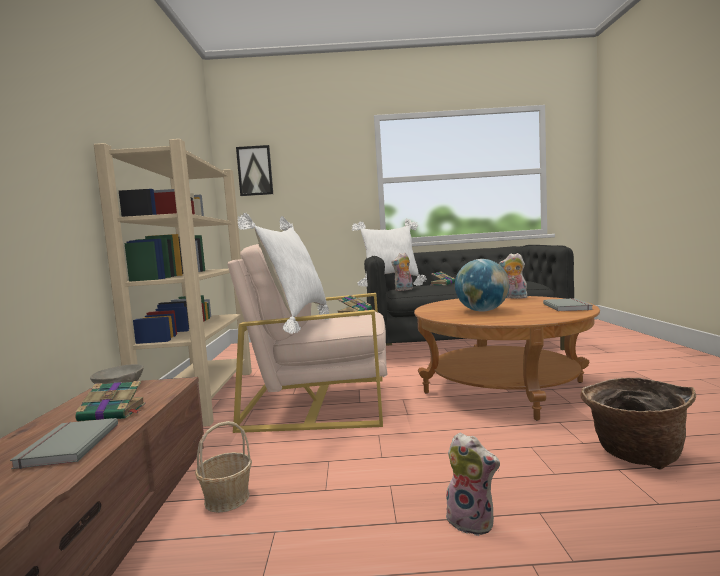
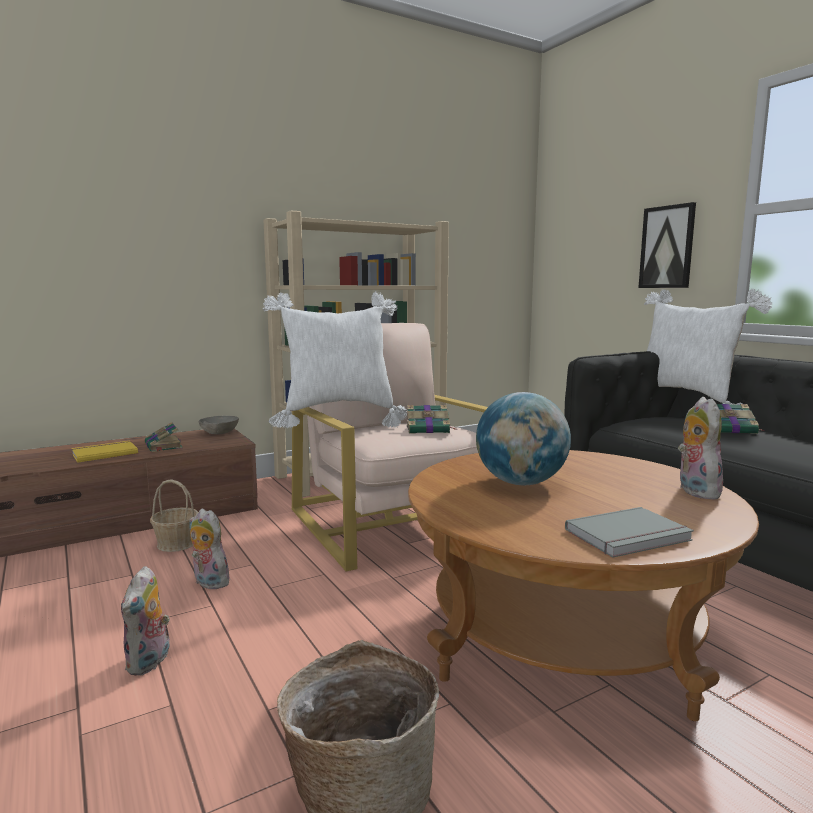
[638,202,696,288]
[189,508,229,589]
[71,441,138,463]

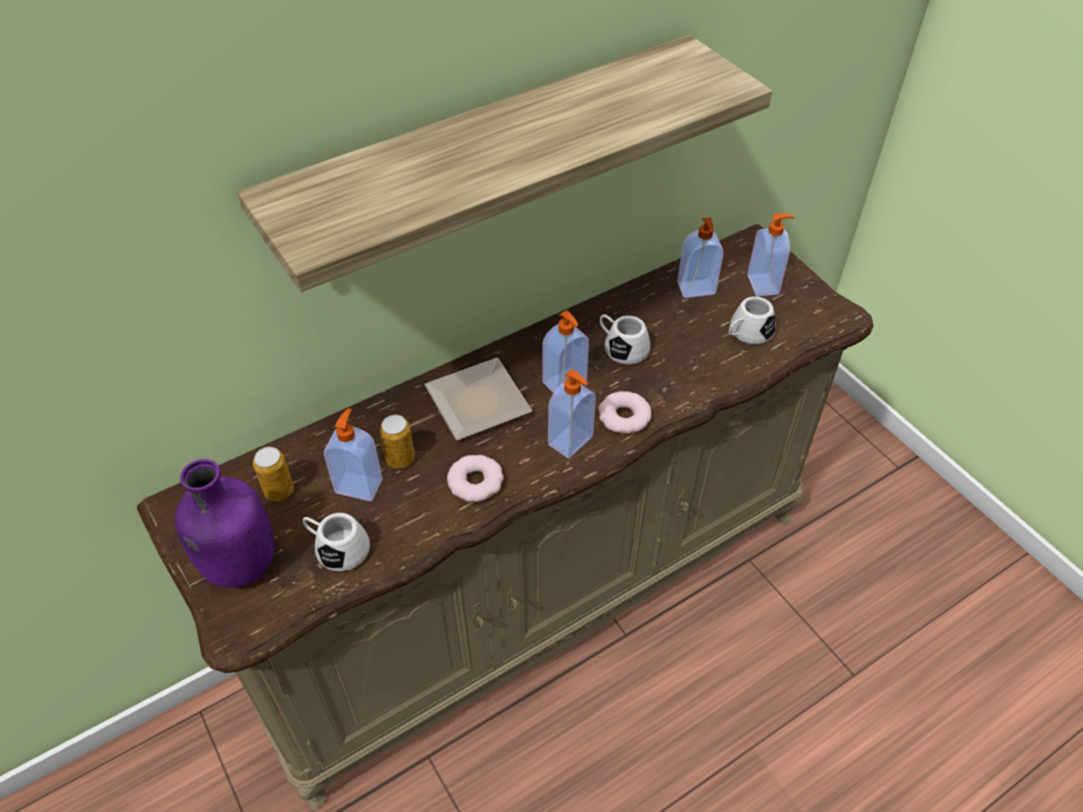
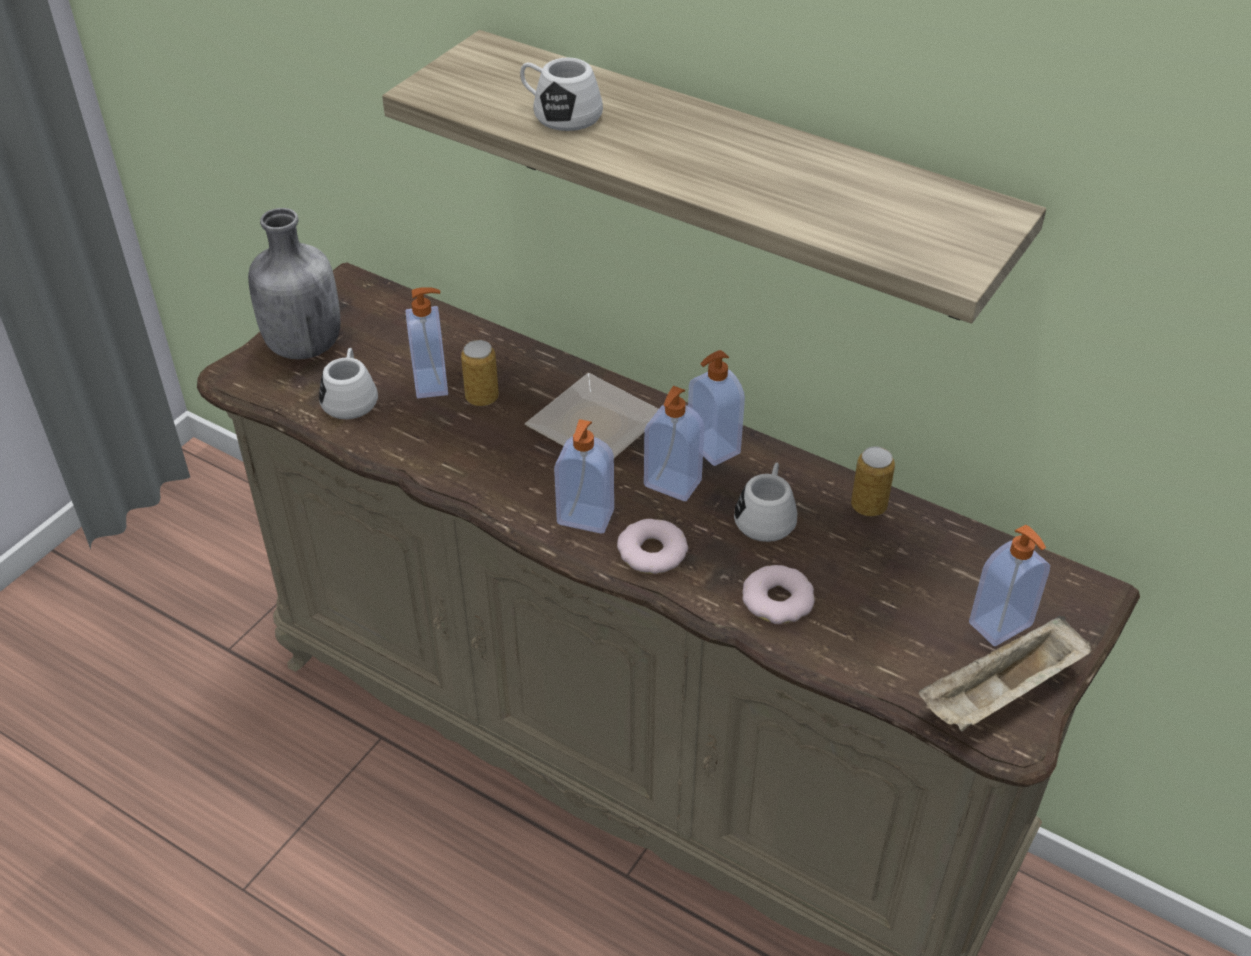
[688,350,745,466]
[520,58,603,131]
[851,446,895,516]
[742,565,815,624]
[248,208,340,359]
[919,615,1091,731]

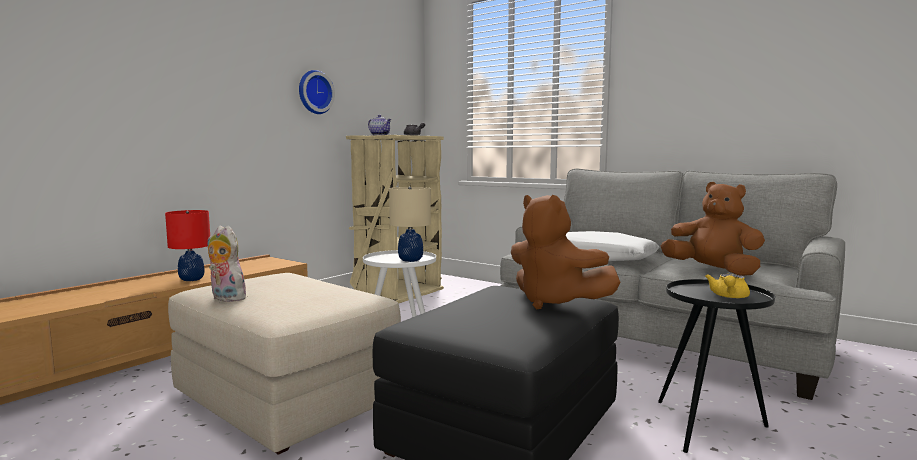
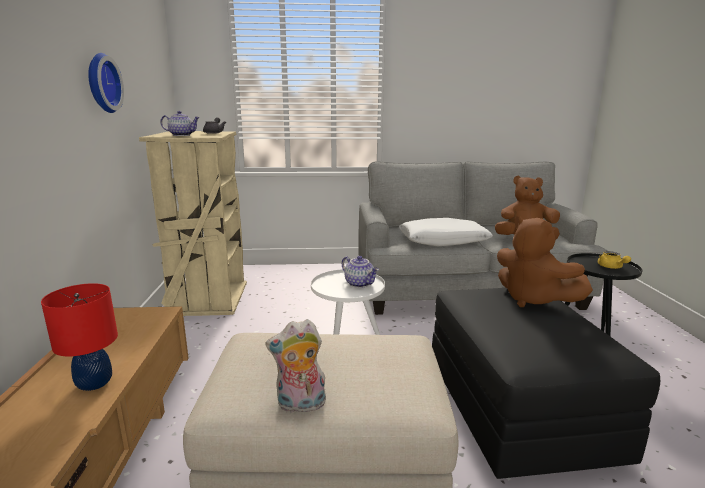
[342,256,379,288]
[497,216,593,307]

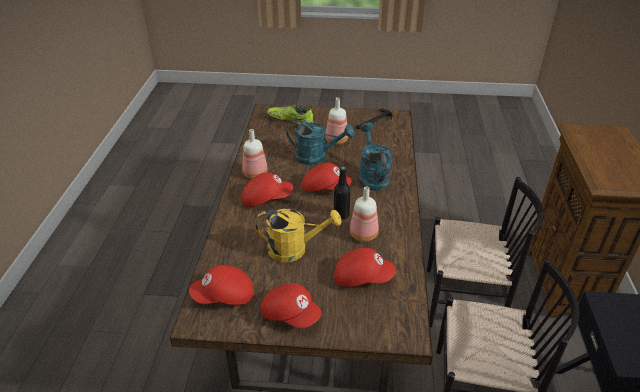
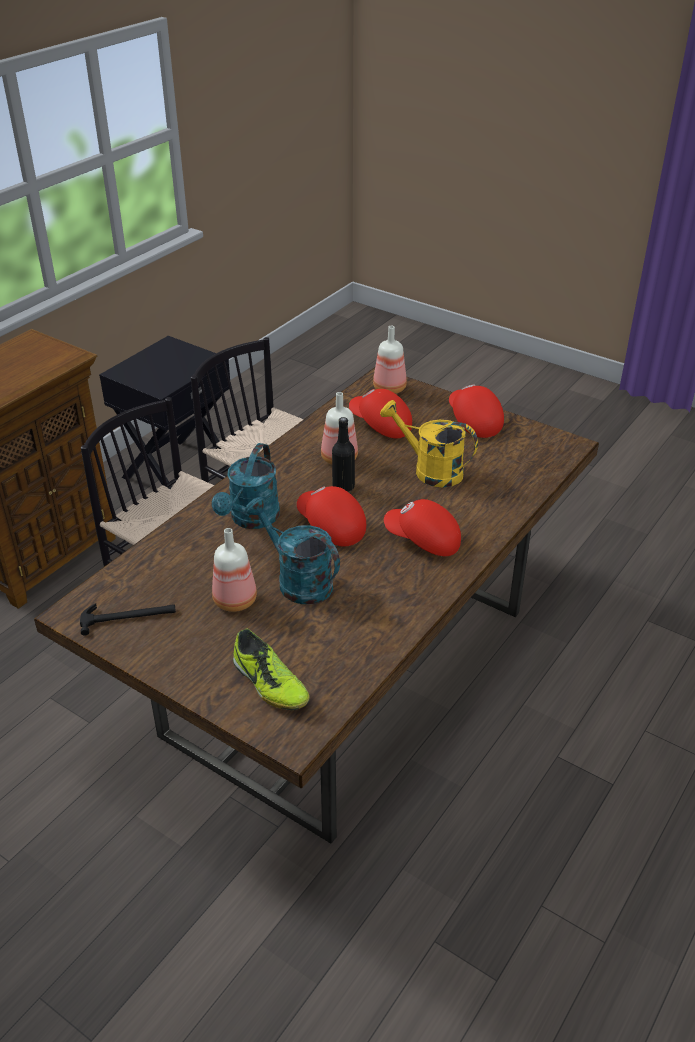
[373,326,407,394]
[189,265,254,305] (first image)

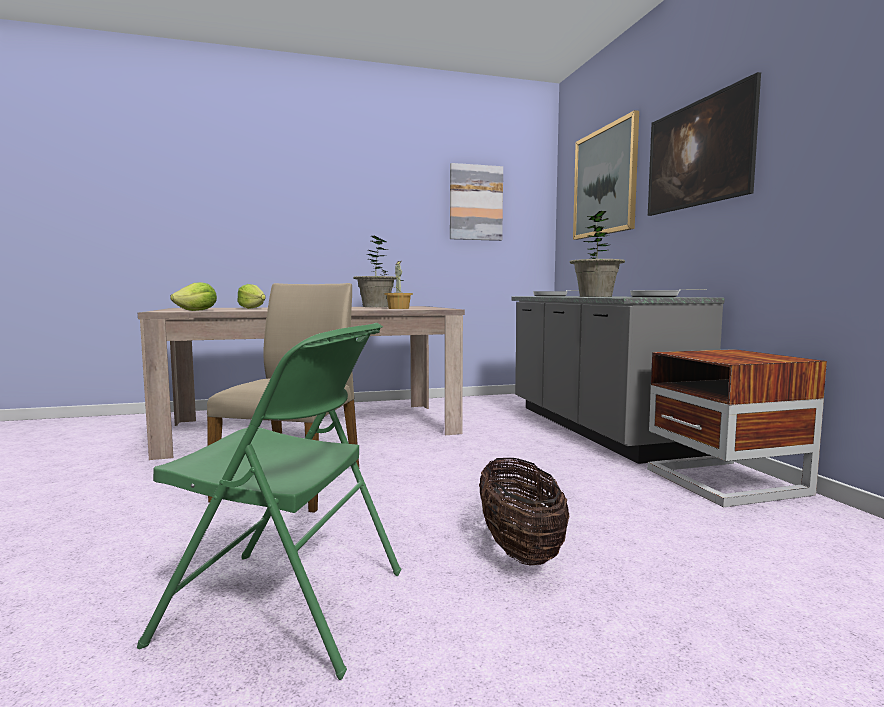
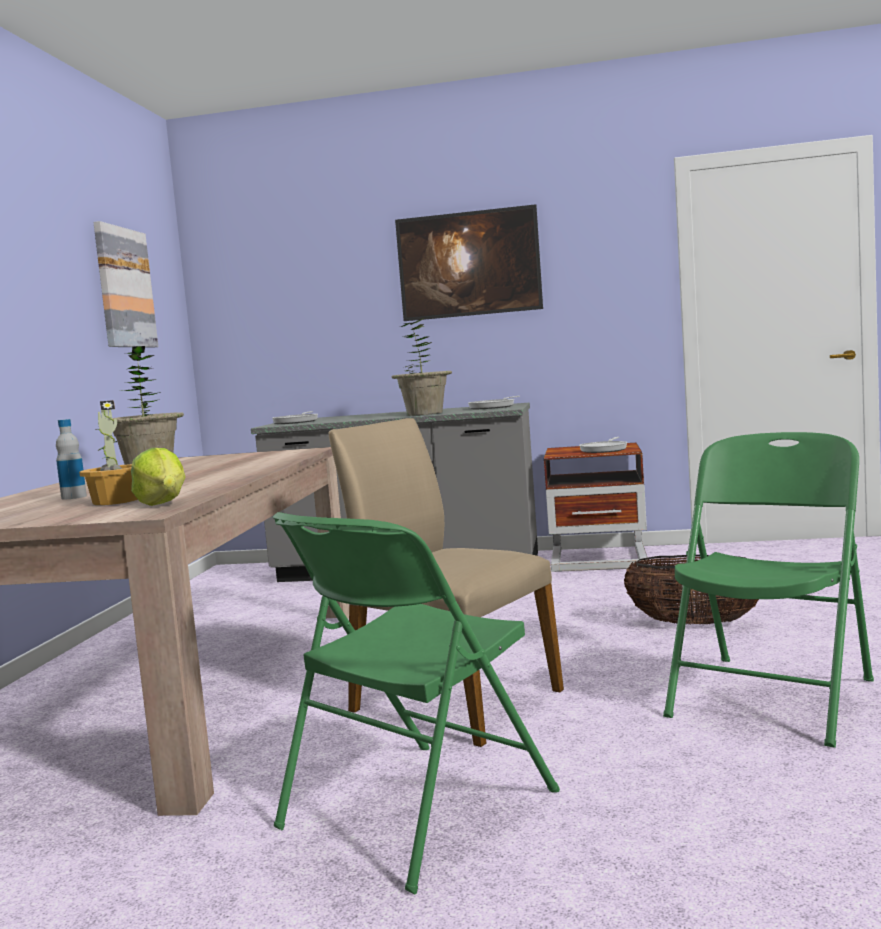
[573,110,639,240] (first image)
[79,400,138,505]
[56,419,87,500]
[579,437,627,453]
[272,512,560,894]

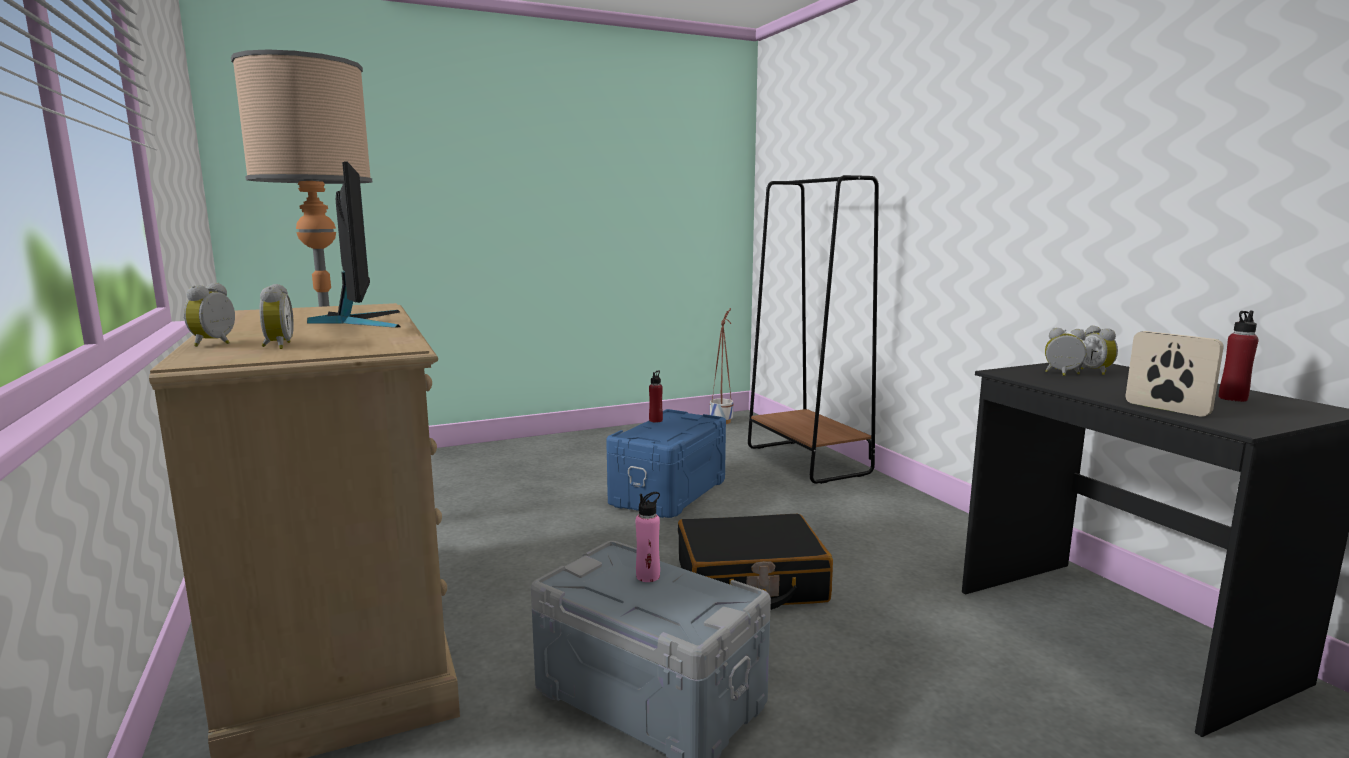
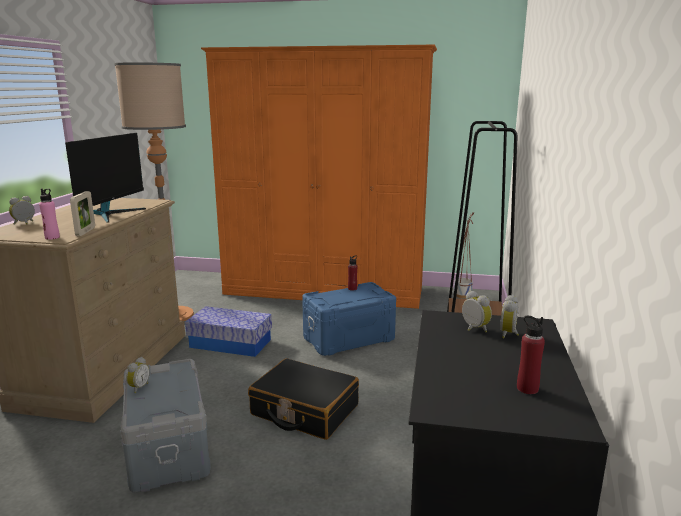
[126,357,150,393]
[70,191,95,236]
[39,188,60,240]
[201,45,437,309]
[185,306,272,357]

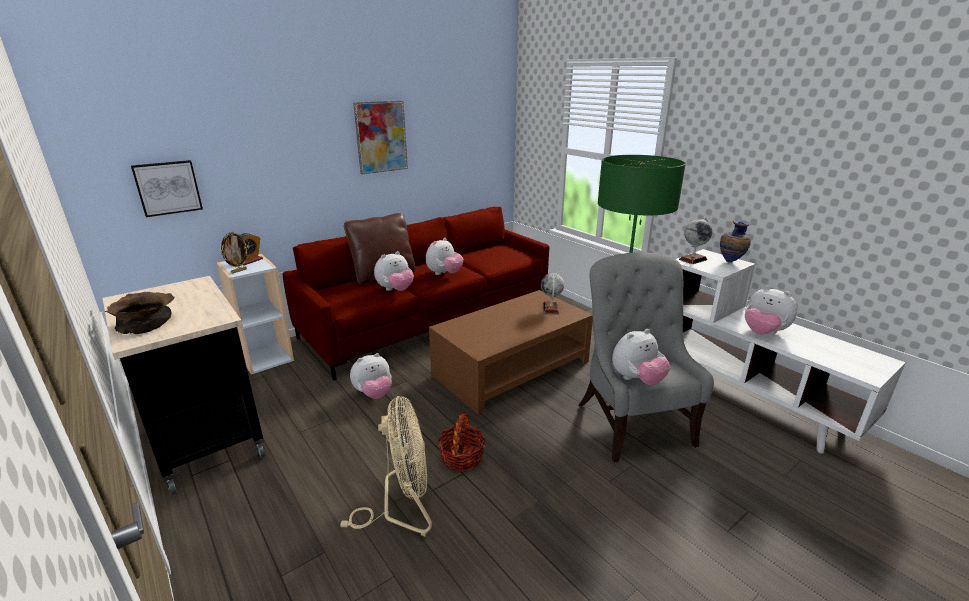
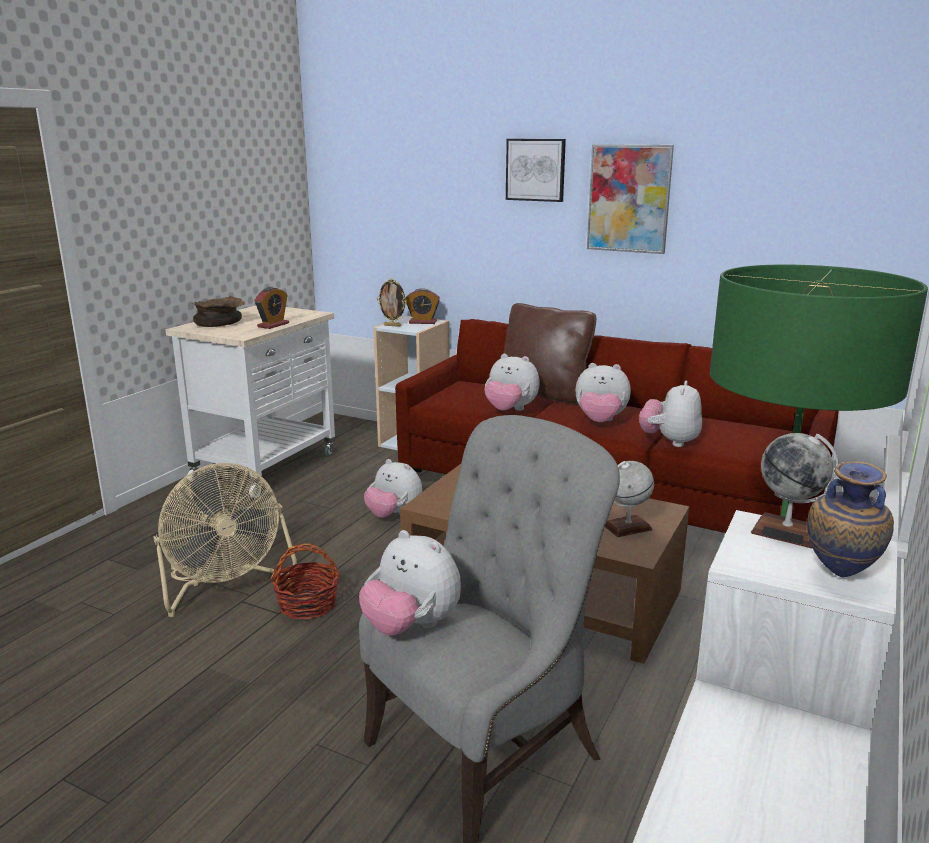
[506,139,566,202]
[166,306,335,498]
[639,380,702,447]
[254,287,289,329]

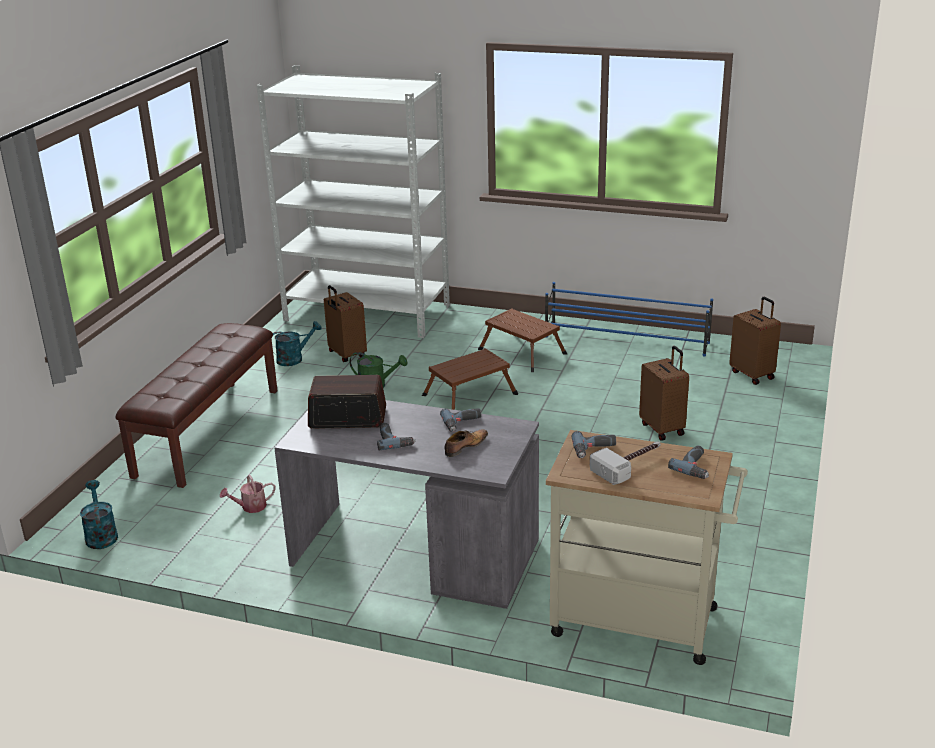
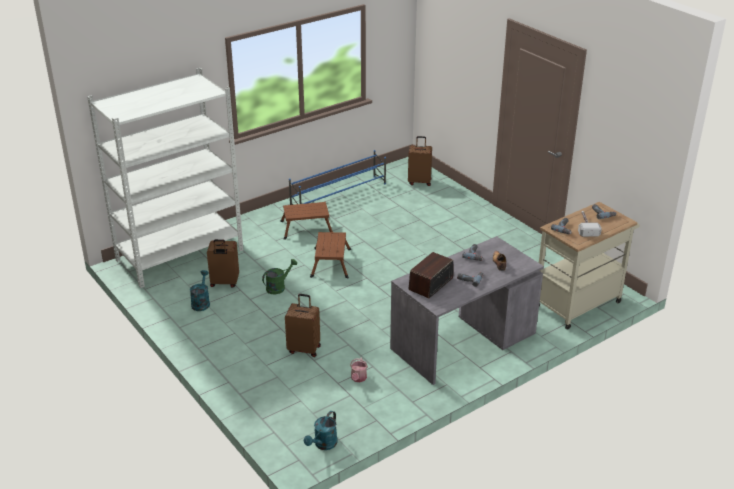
[115,323,277,488] (first image)
[285,294,321,357]
[304,411,338,450]

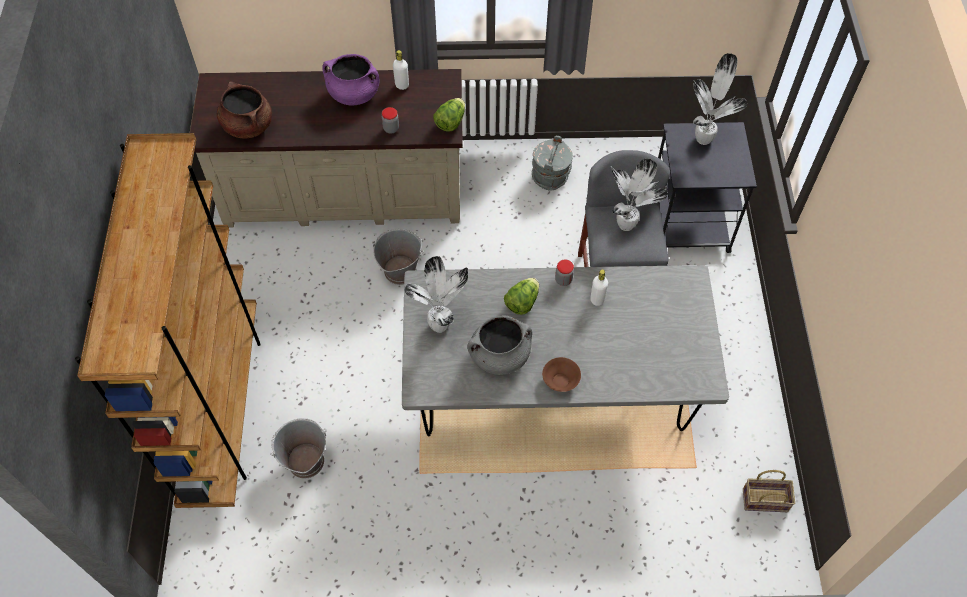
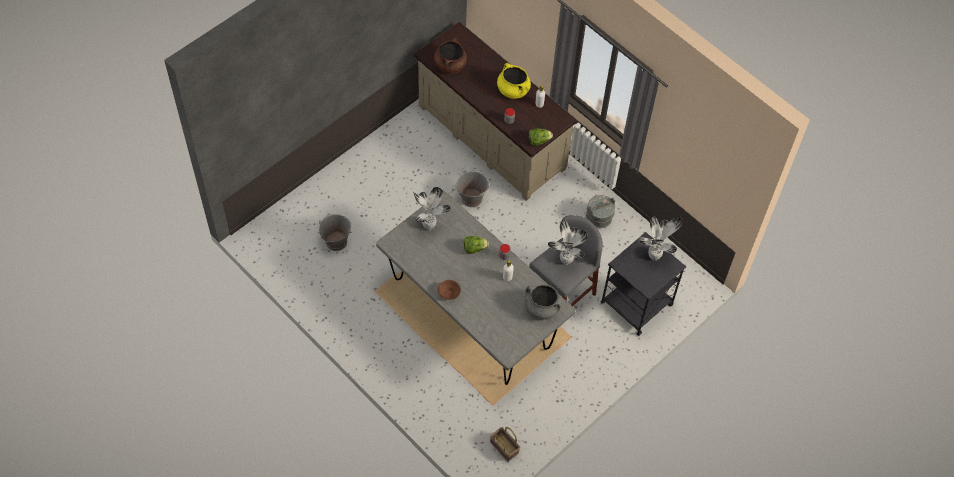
[497,63,531,99]
[75,133,261,508] (first image)
[524,284,562,320]

